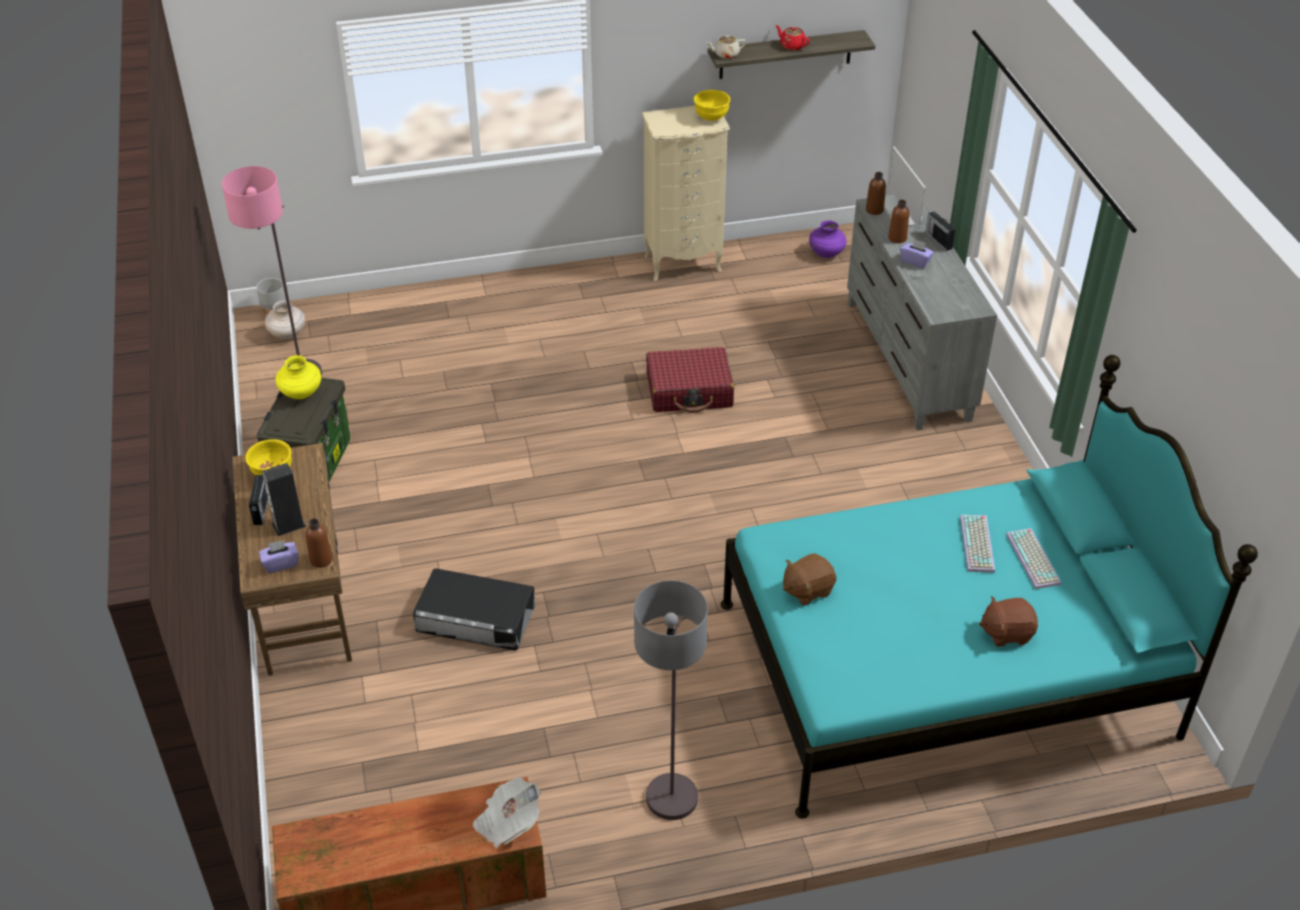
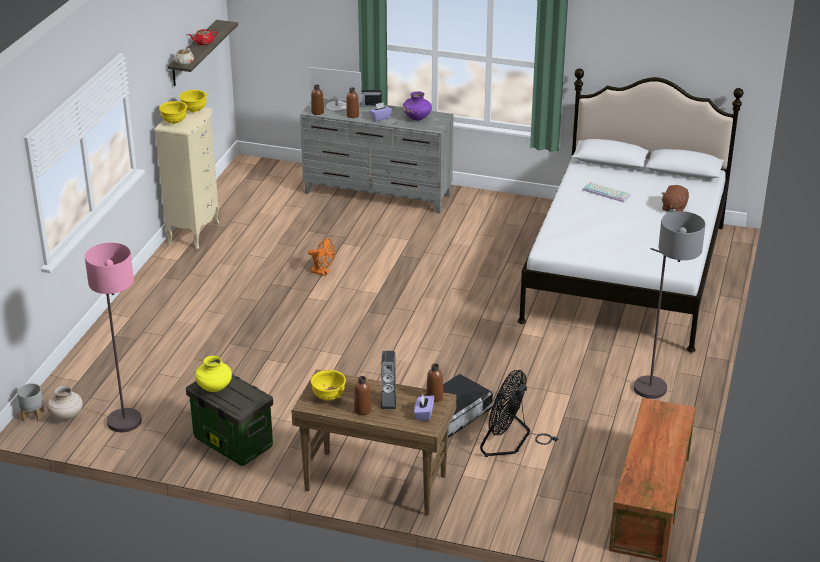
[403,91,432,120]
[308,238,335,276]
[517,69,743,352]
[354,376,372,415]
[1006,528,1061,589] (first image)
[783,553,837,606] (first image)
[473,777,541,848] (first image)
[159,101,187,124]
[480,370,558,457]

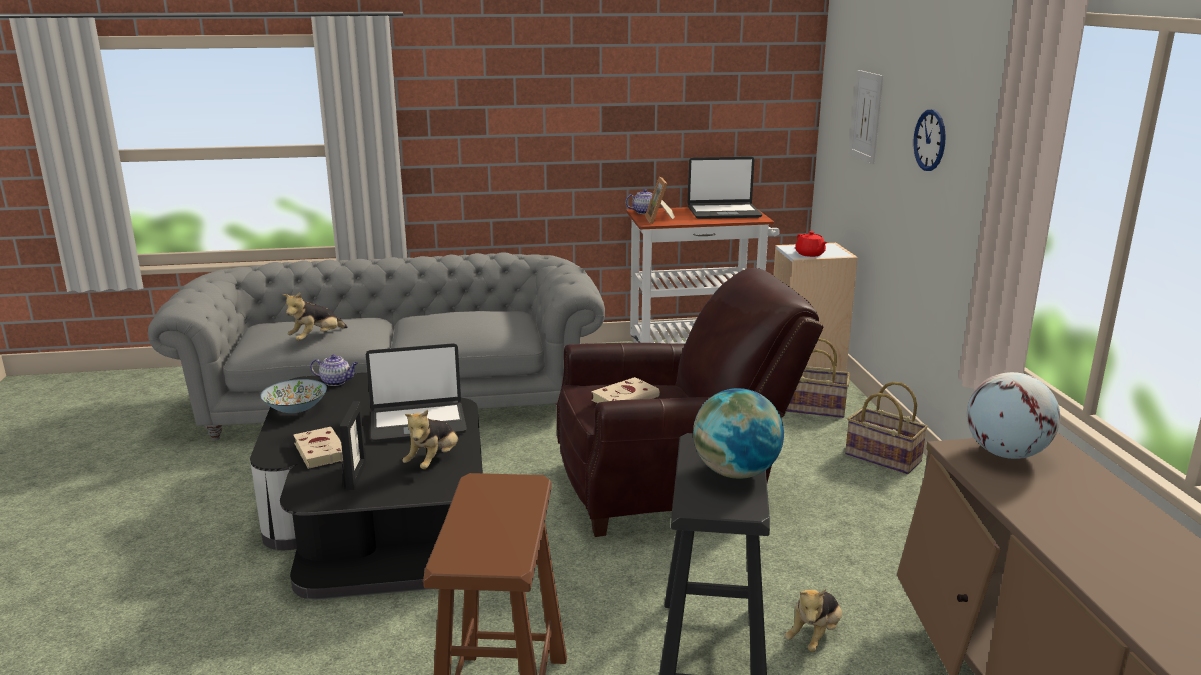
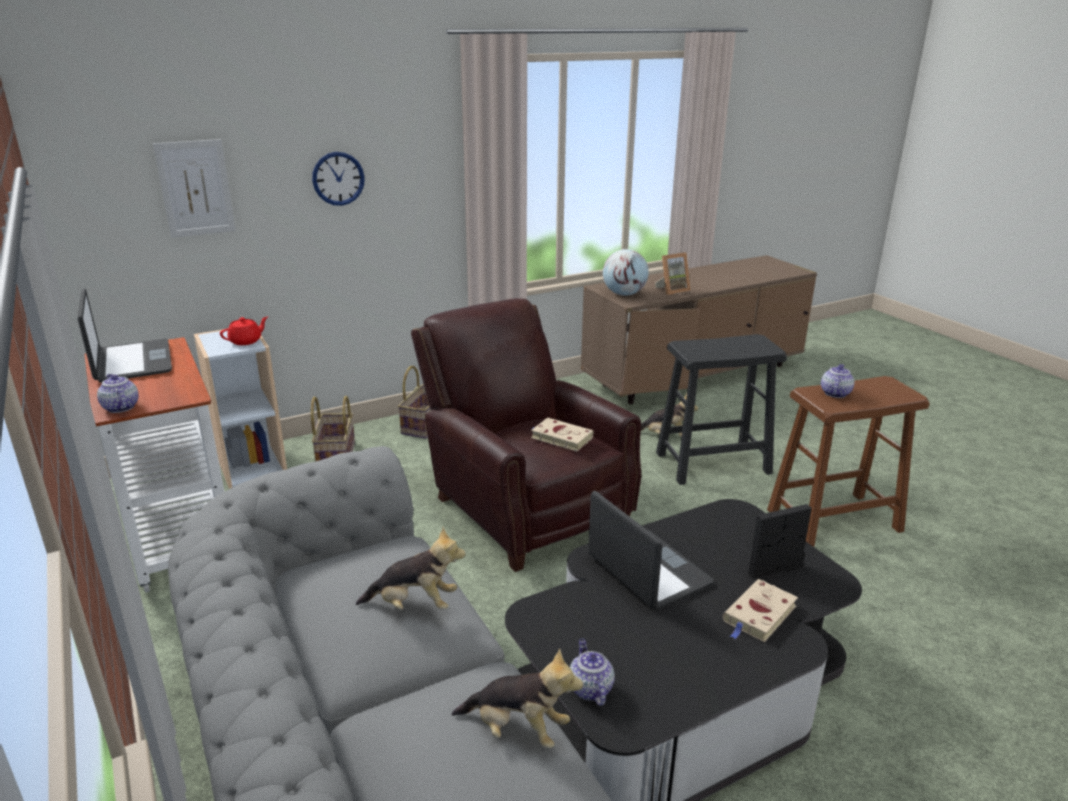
[655,252,691,295]
[260,379,327,413] (first image)
[693,388,784,479] (first image)
[356,527,466,610]
[821,364,854,398]

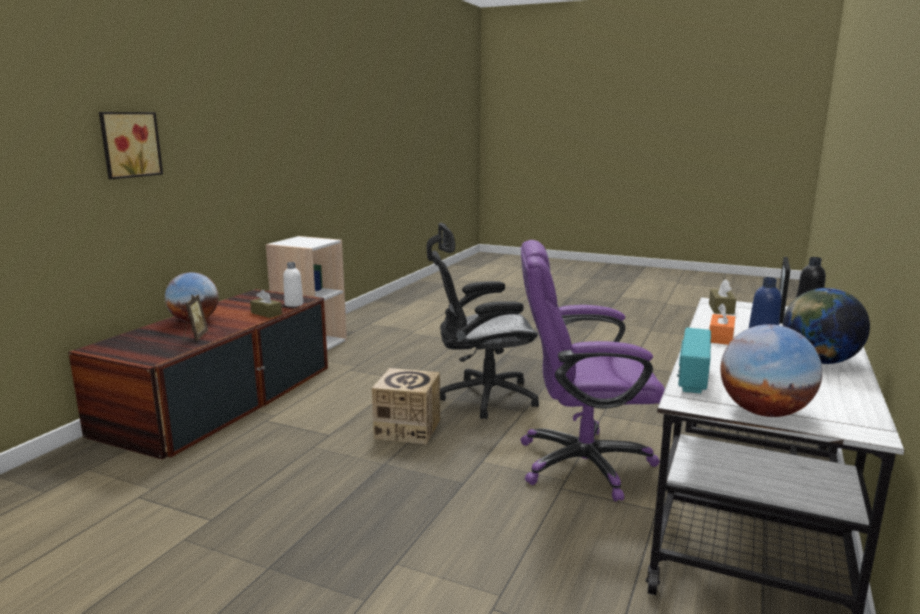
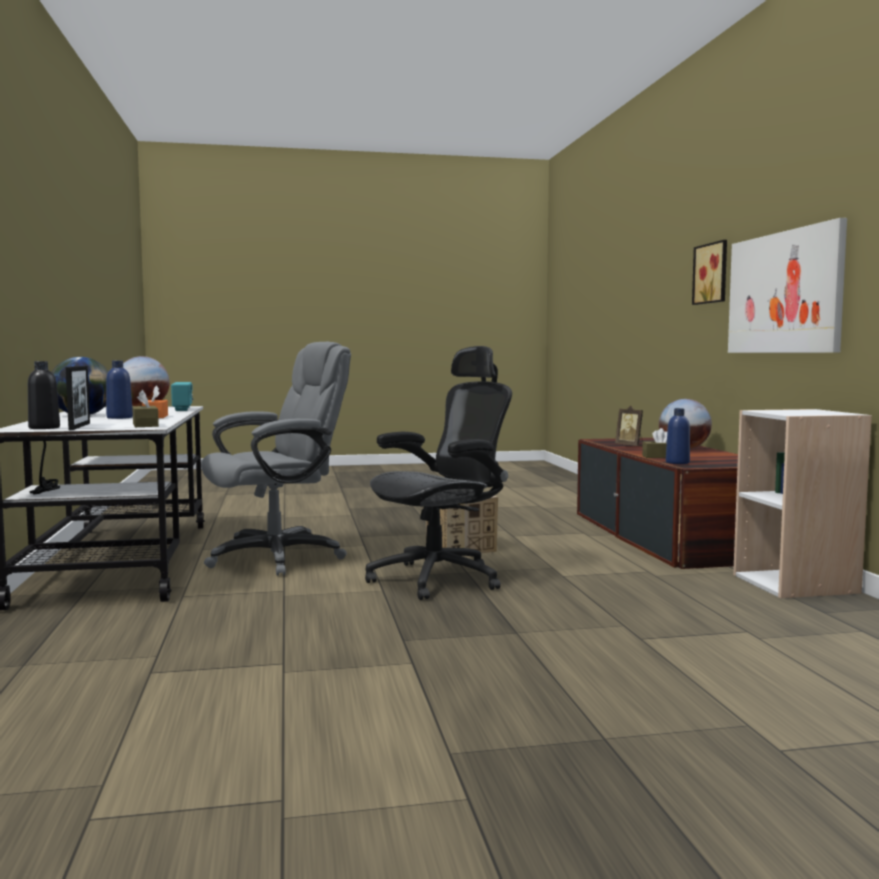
[201,341,351,576]
[666,408,690,464]
[728,218,847,353]

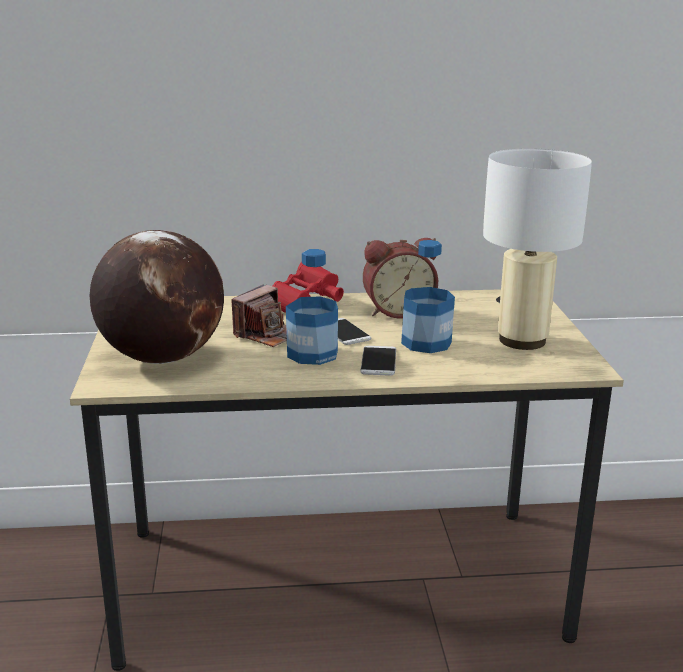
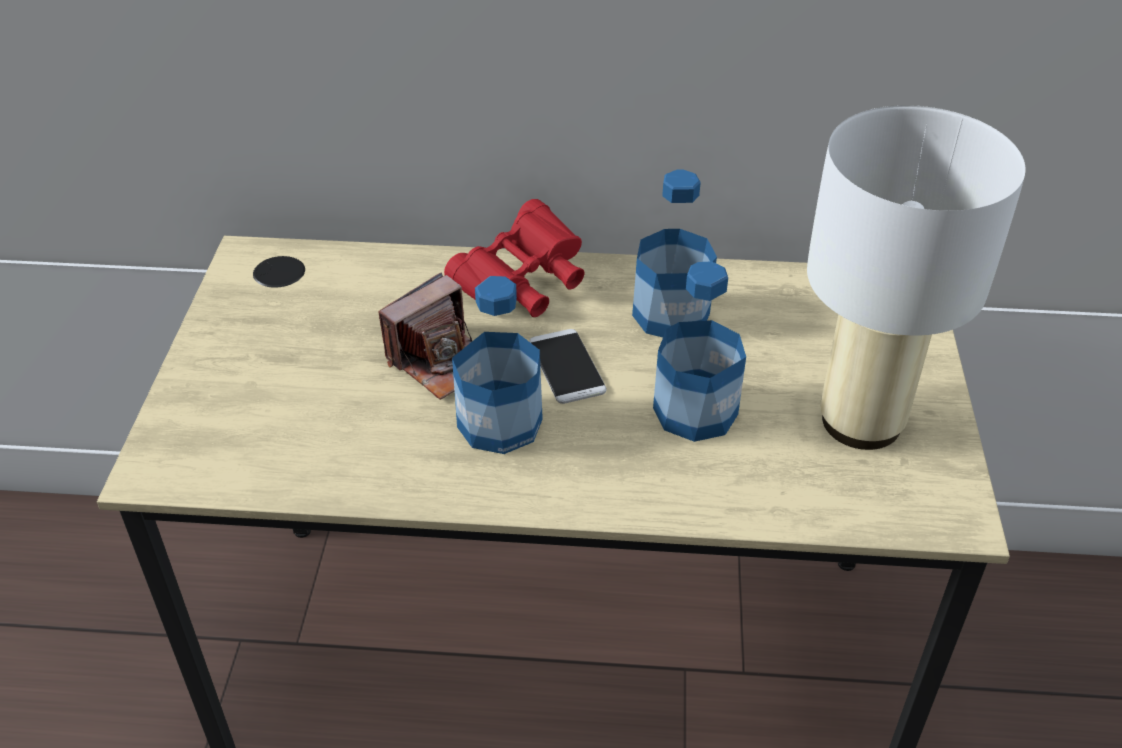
[89,230,224,364] (first image)
[632,170,717,337]
[360,346,396,376] (first image)

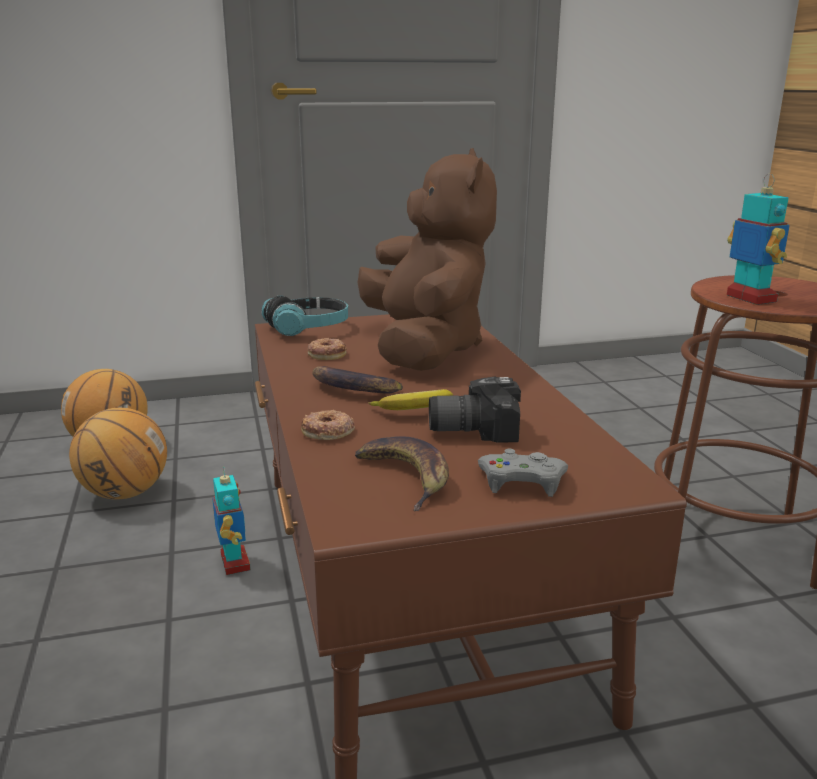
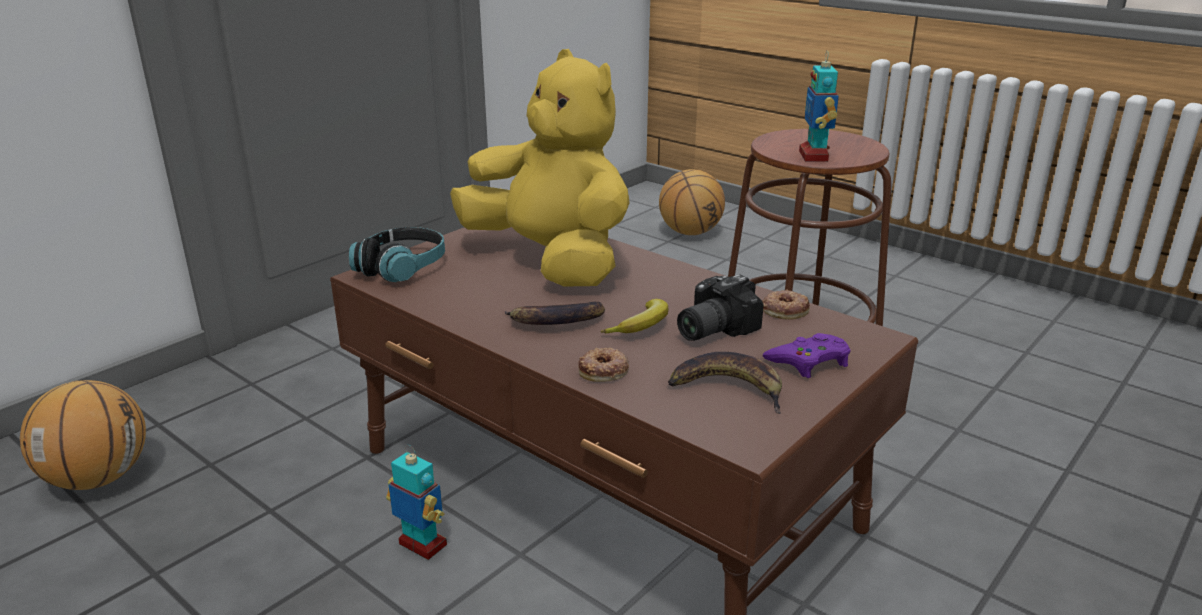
[450,49,630,287]
[799,50,839,162]
[762,290,810,320]
[659,169,725,235]
[763,333,851,378]

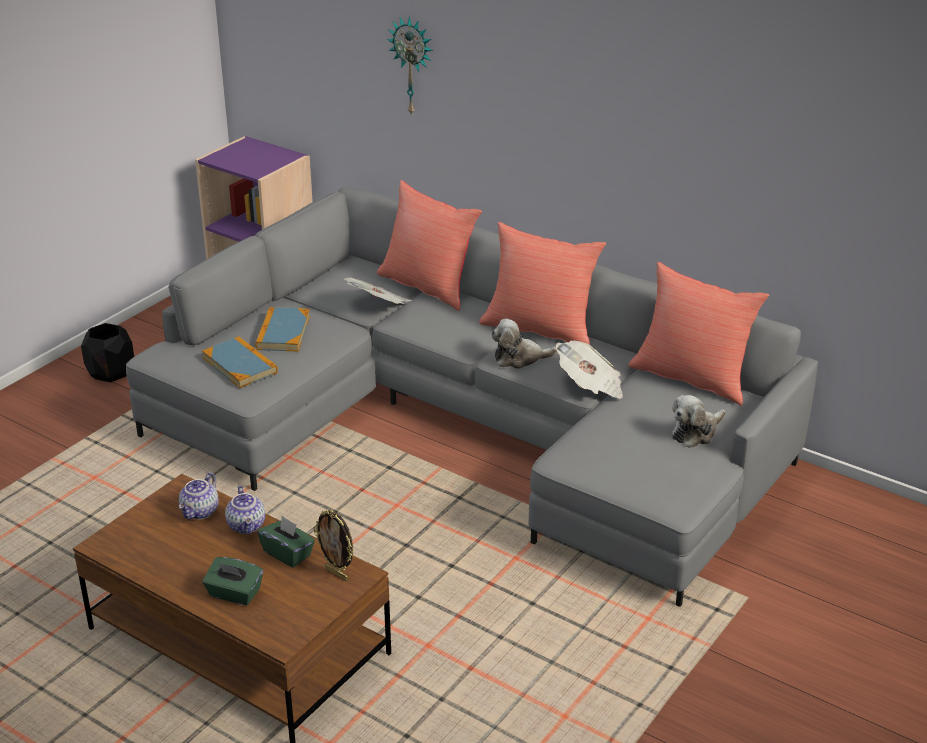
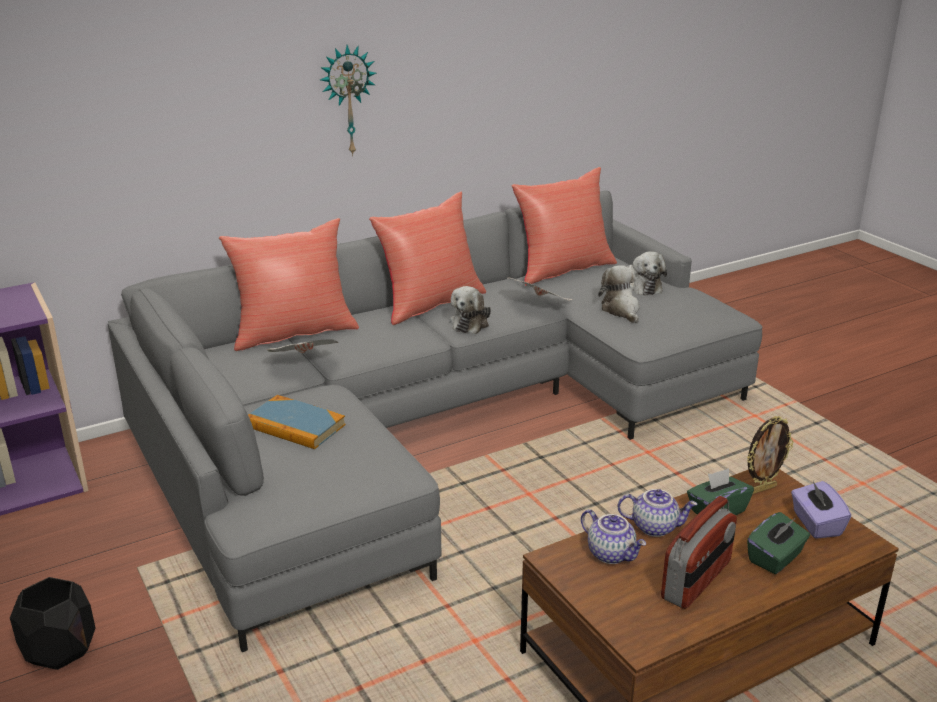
[320,45,376,156]
[202,336,278,388] (first image)
[598,265,640,323]
[791,481,851,539]
[661,496,737,609]

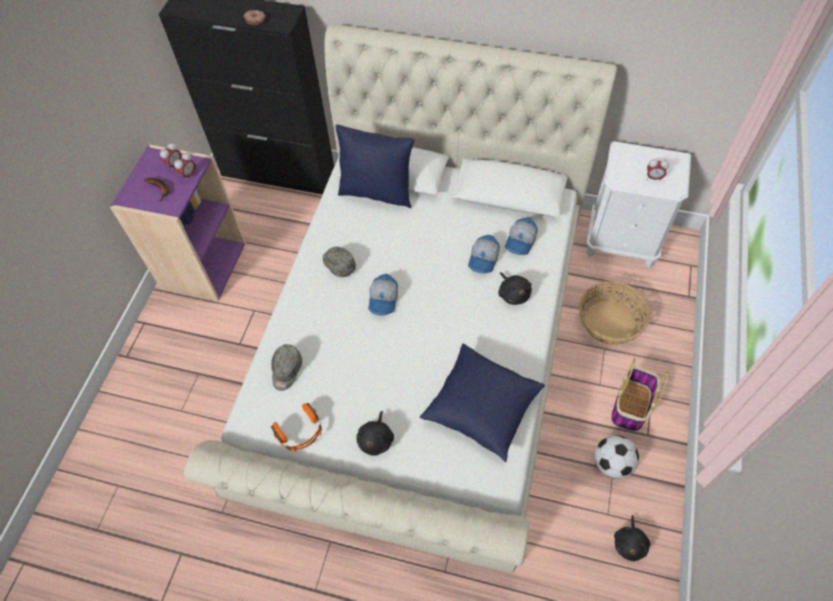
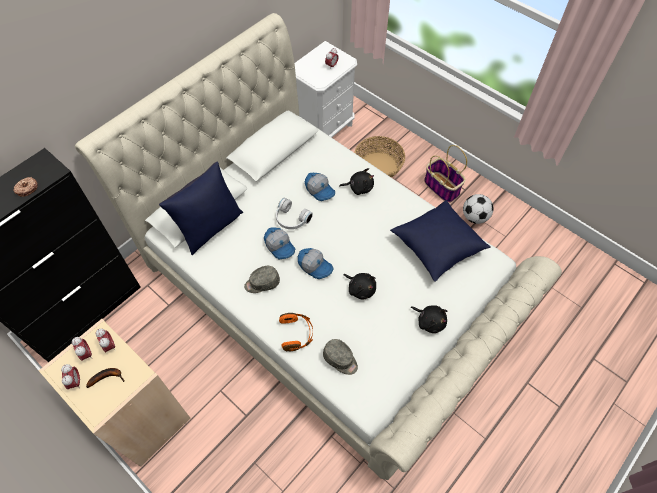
[39,319,190,467]
[264,227,295,259]
[279,313,313,351]
[343,273,376,300]
[276,198,313,229]
[61,364,80,389]

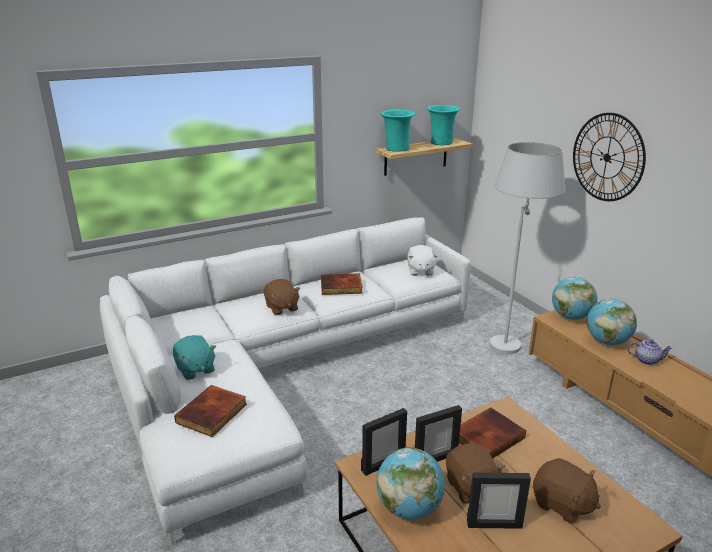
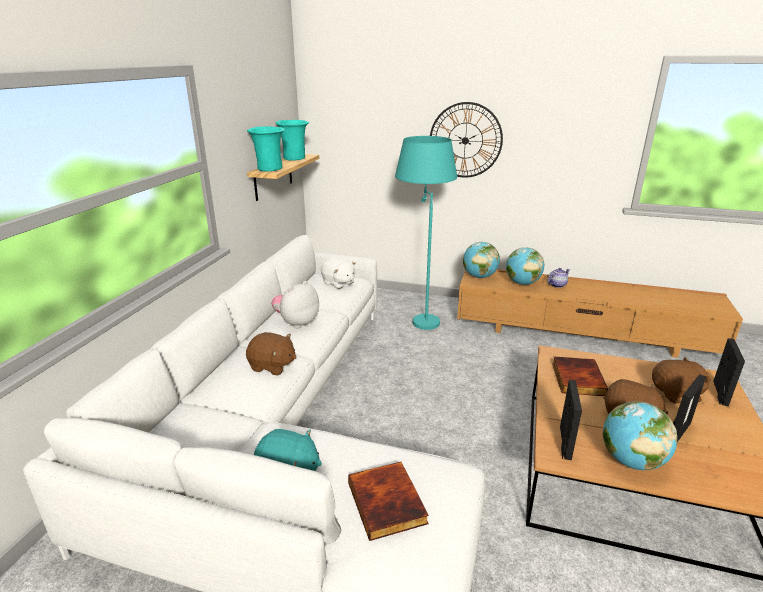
[395,136,457,330]
[271,281,319,328]
[713,338,745,406]

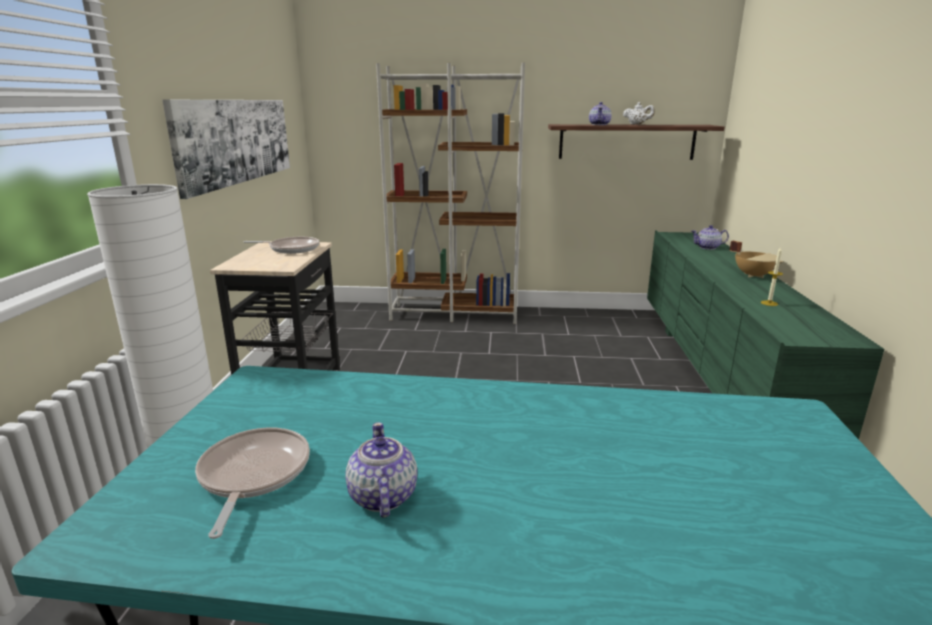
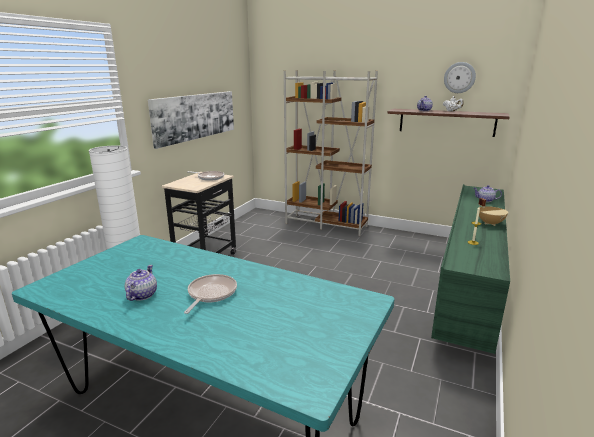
[184,274,237,314]
[444,62,476,93]

